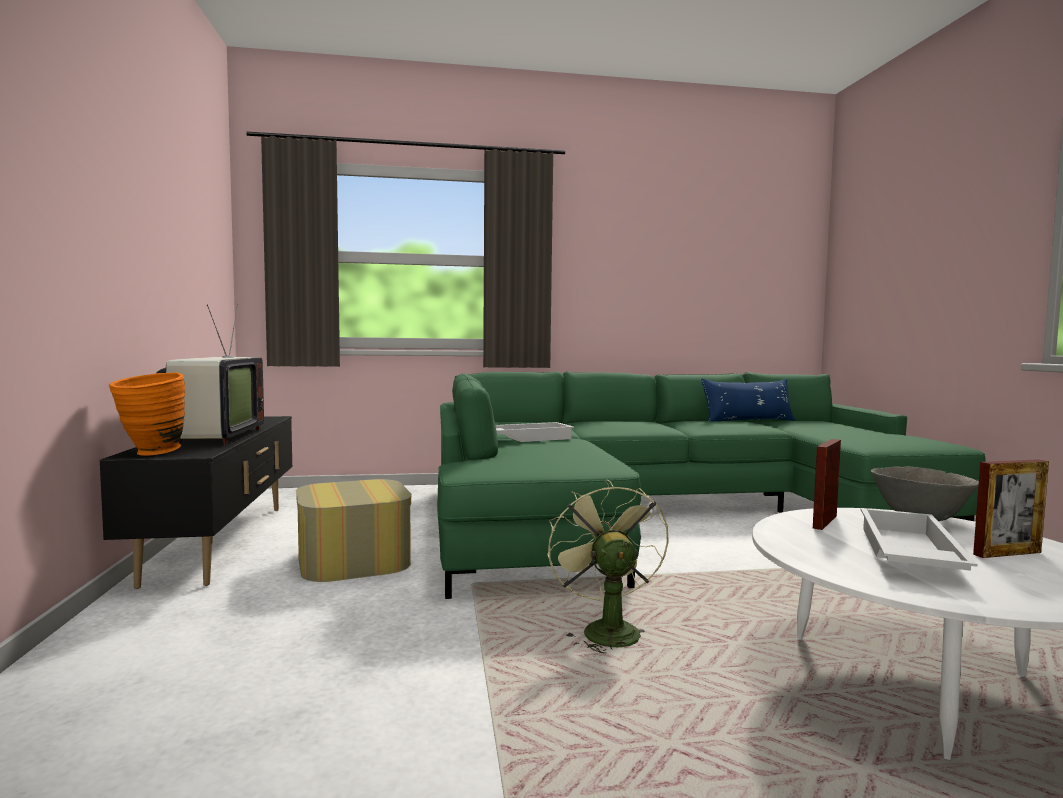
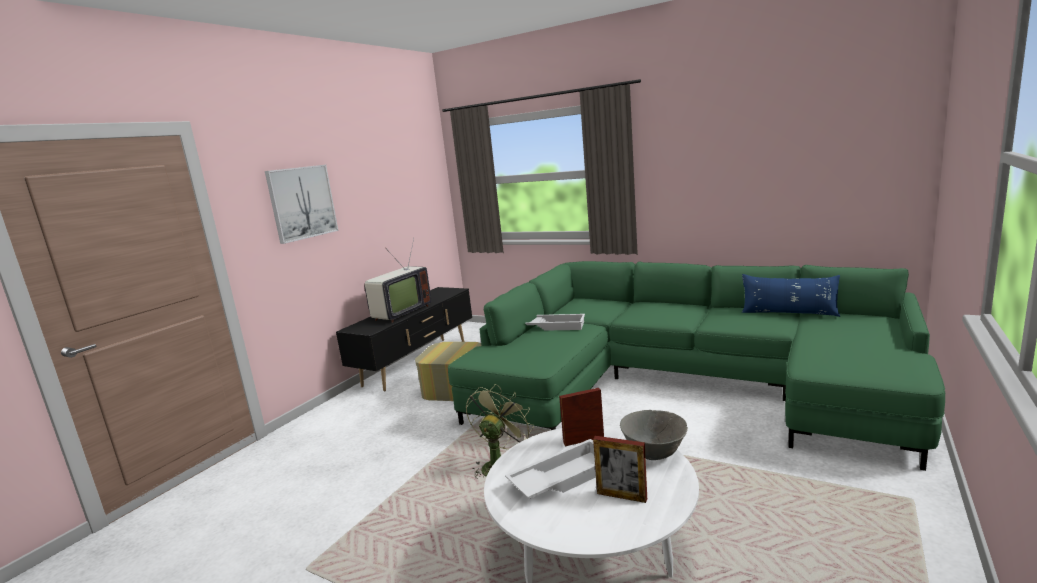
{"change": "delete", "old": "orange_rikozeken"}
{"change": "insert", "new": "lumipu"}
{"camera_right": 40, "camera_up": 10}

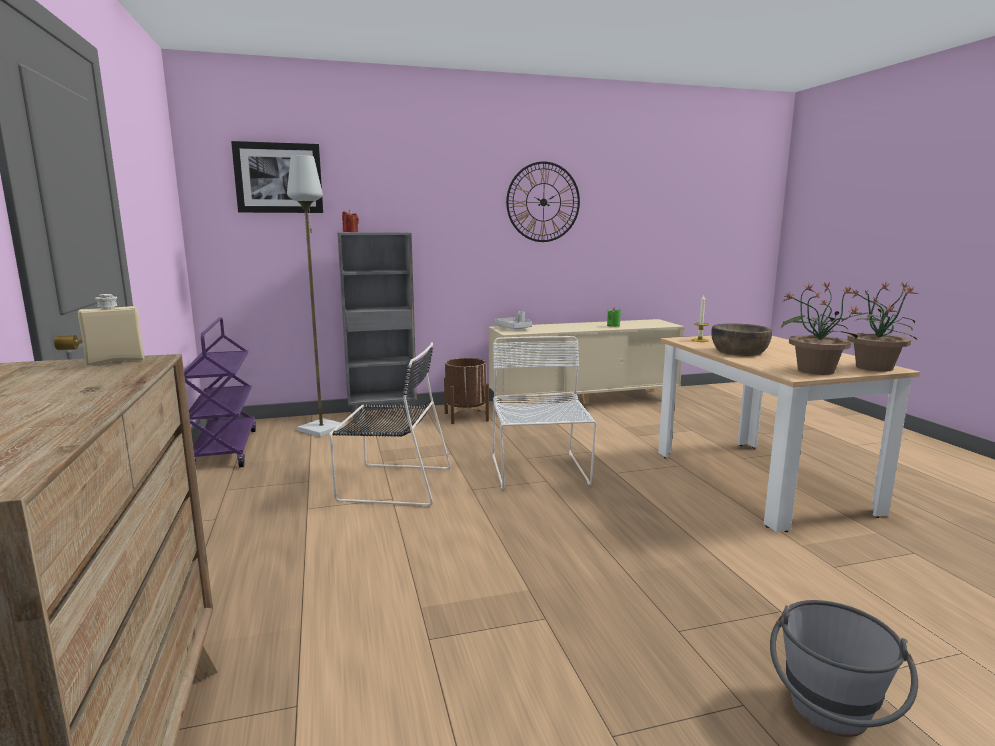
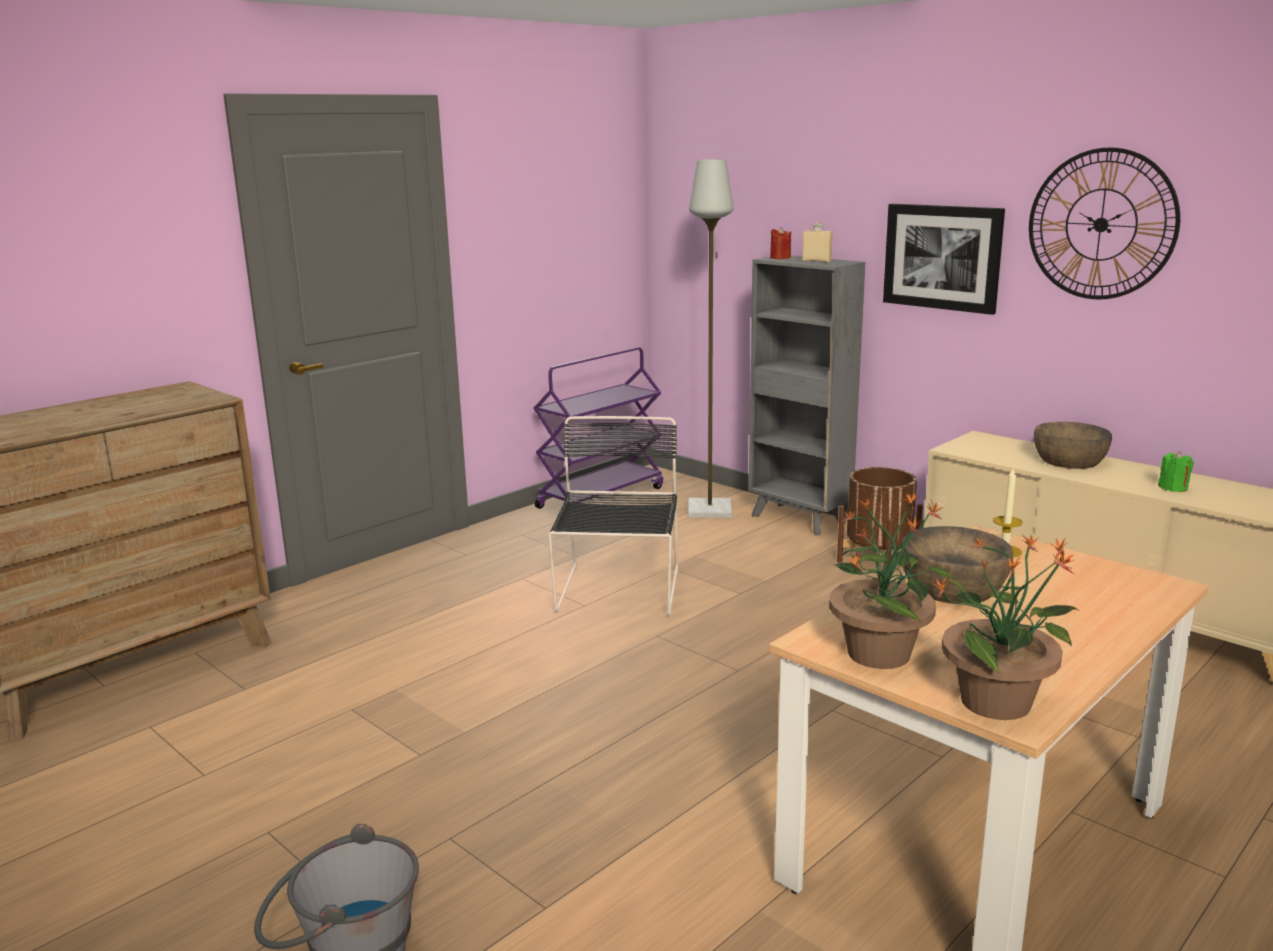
{"change": "delete", "old": "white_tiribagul"}
{"change": "delete", "old": "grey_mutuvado"}
{"change": "insert", "new": "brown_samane (2nd from left)"}
{"change": "move", "old": "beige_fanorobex"}
{"change": "move", "old": "lumipu"}
{"change": "rotate", "old": "black_tiribagul", "degrees": -150}
{"camera_right": 60, "camera_up": 5}

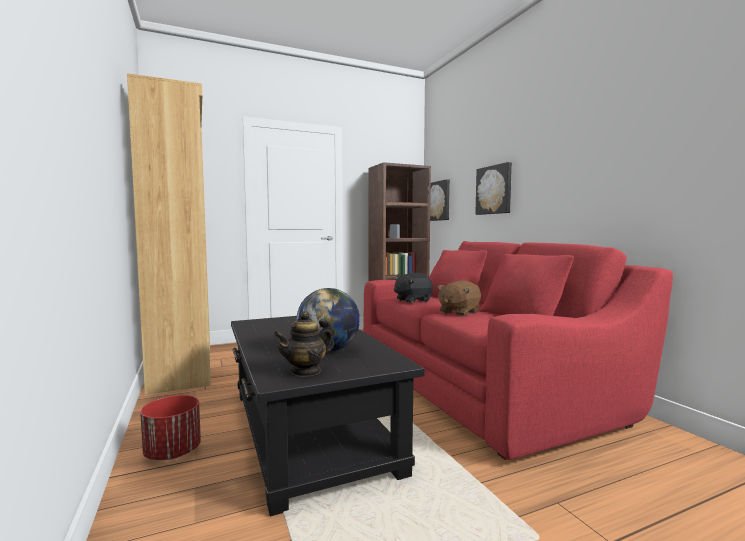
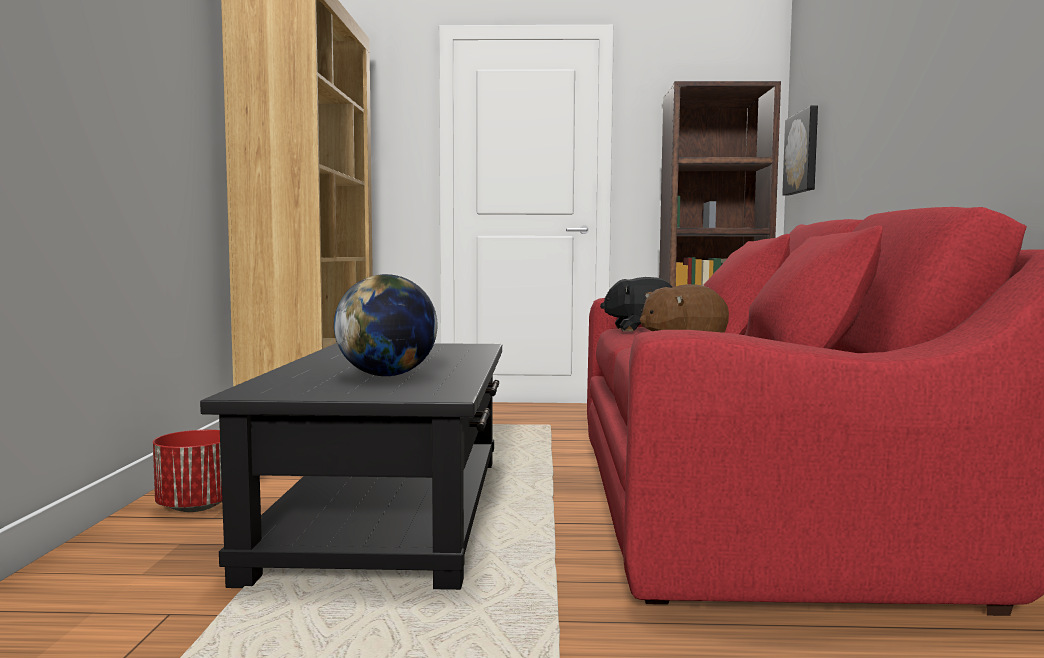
{"change": "delete", "old": "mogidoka"}
{"change": "delete", "old": "lumipu (2nd from left)"}
{"camera_right": 25, "camera_up": 0}

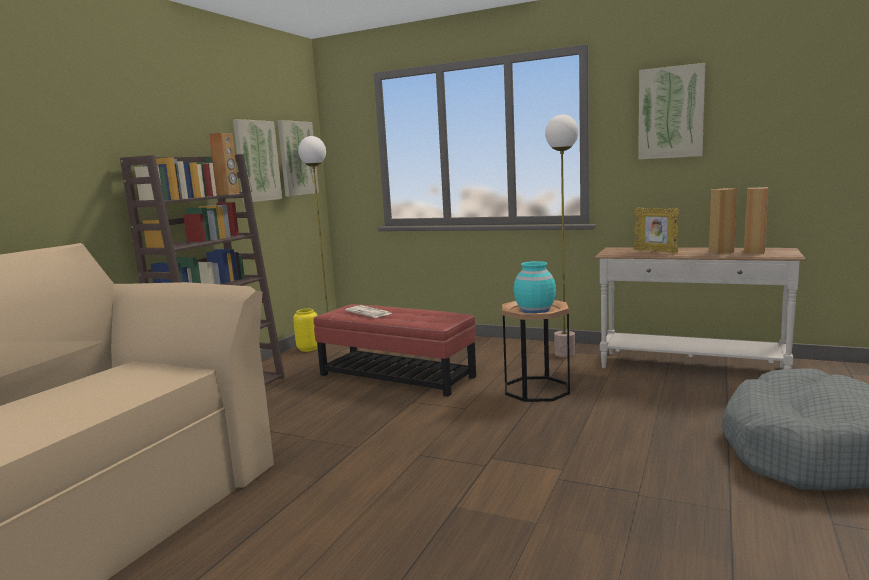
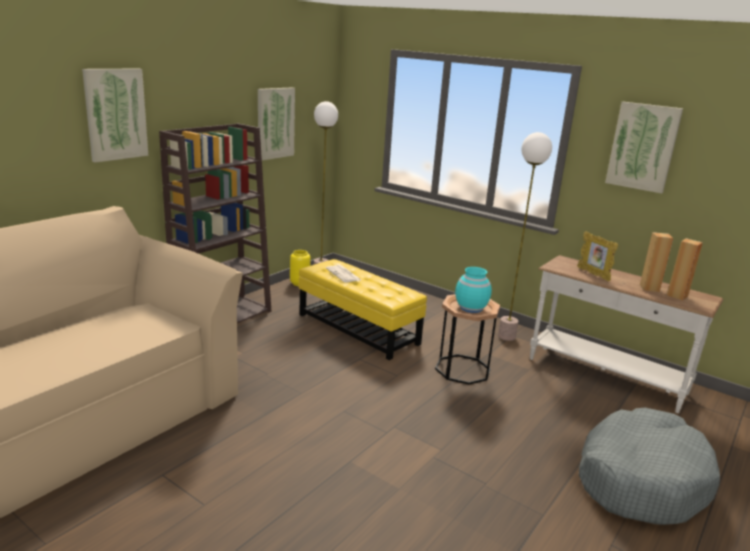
{"change": "delete", "old": "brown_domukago (1st from left)"}
{"change": "move", "old": "lumipu (2nd from left in the first image)", "new": "lumipu (1st from left)"}
{"change": "recolor", "old": "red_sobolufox", "new": "yellow_sobolufox"}
{"camera_right": 10, "camera_up": 10}

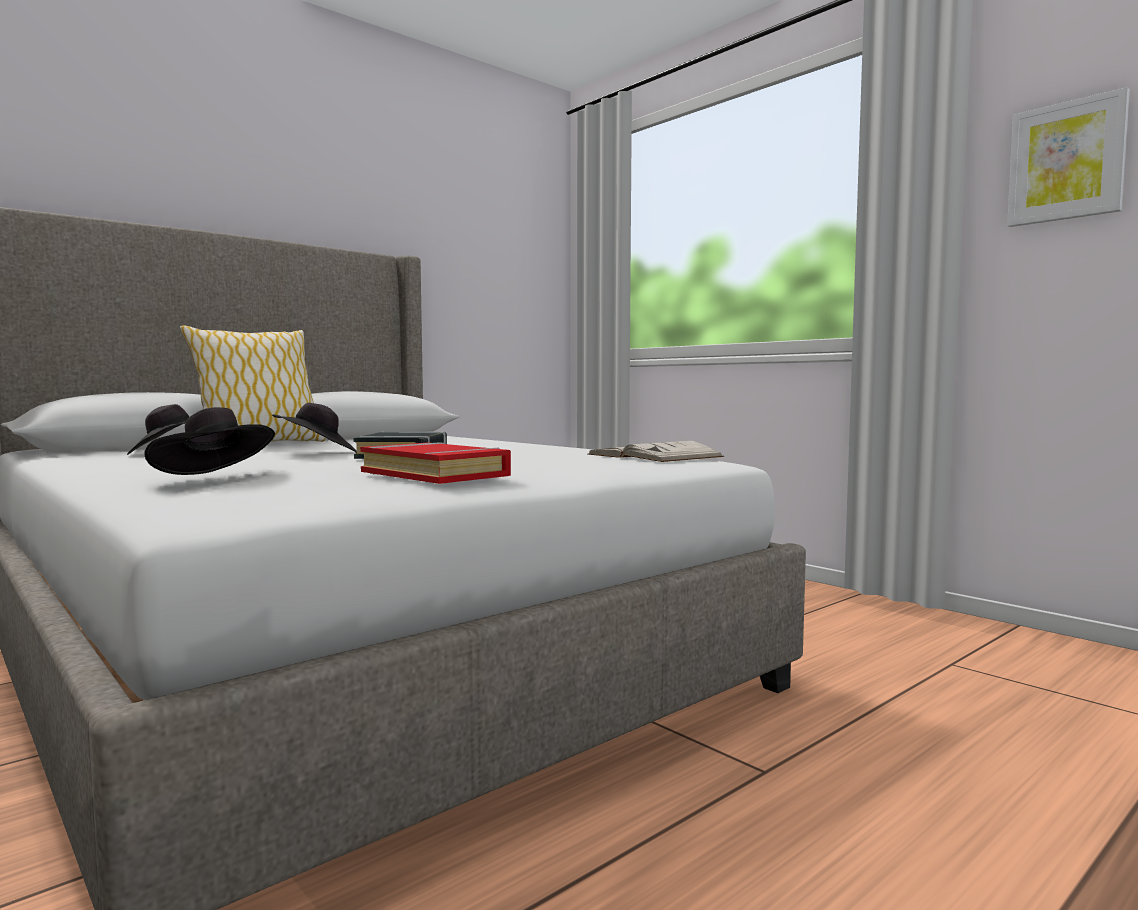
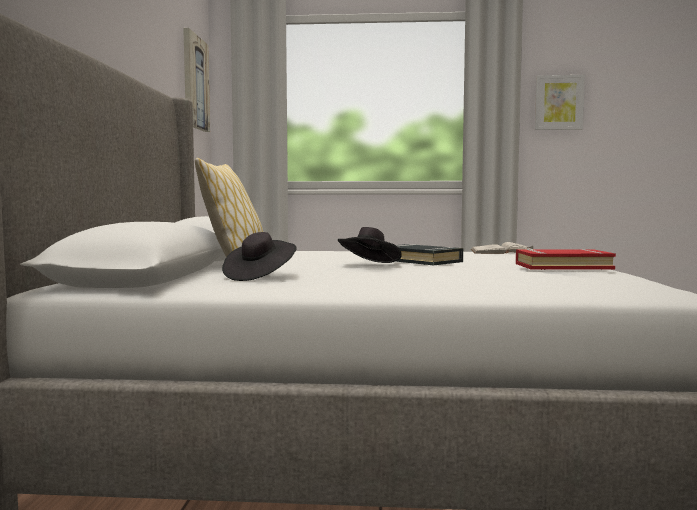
{"change": "delete", "old": "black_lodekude (2nd from left)"}
{"change": "insert", "new": "lumipu (1st from left)"}
{"camera_right": -45, "camera_up": 0}

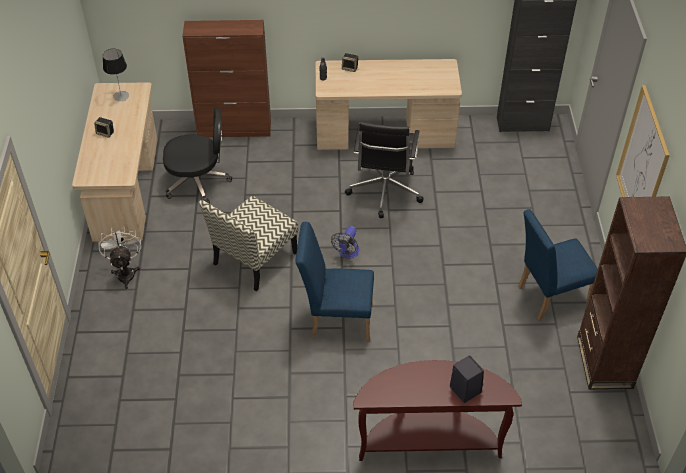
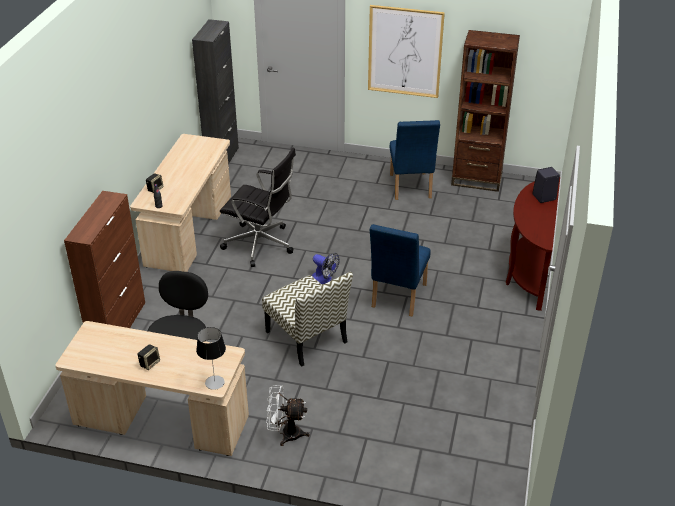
{"change": "move", "old": "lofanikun"}
{"camera_right": -75, "camera_up": -10}

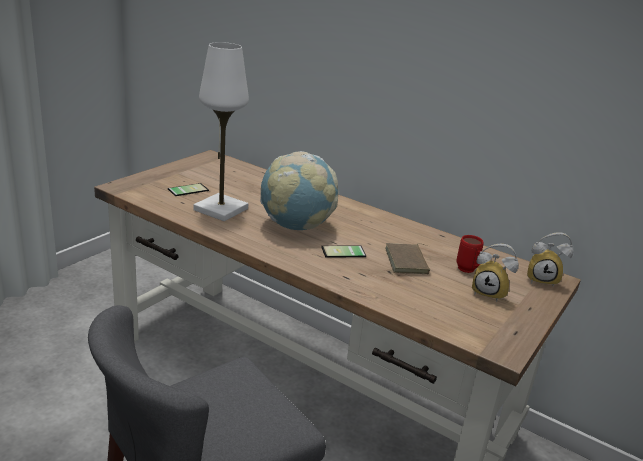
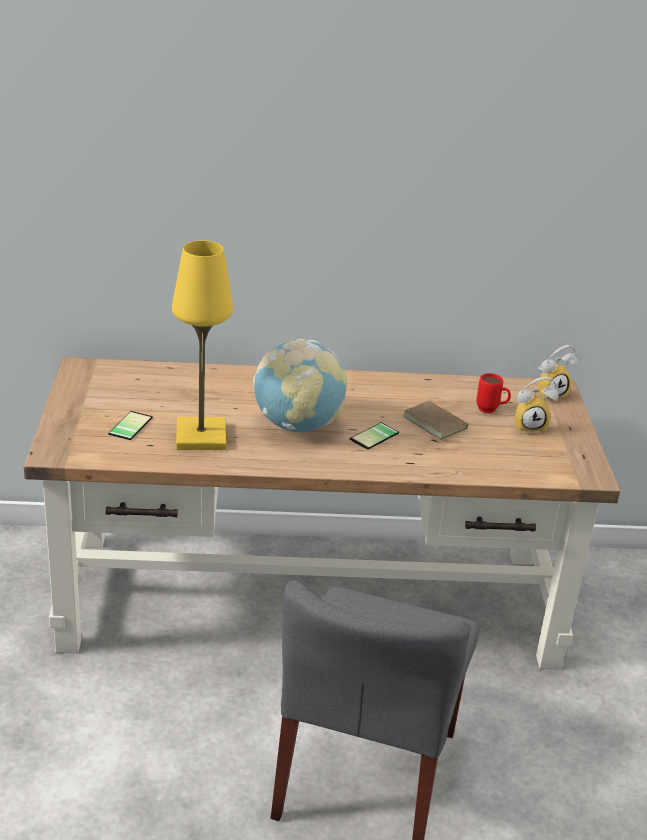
{"change": "recolor", "old": "white_lofanikun", "new": "yellow_lofanikun"}
{"camera_right": -35, "camera_up": 5}

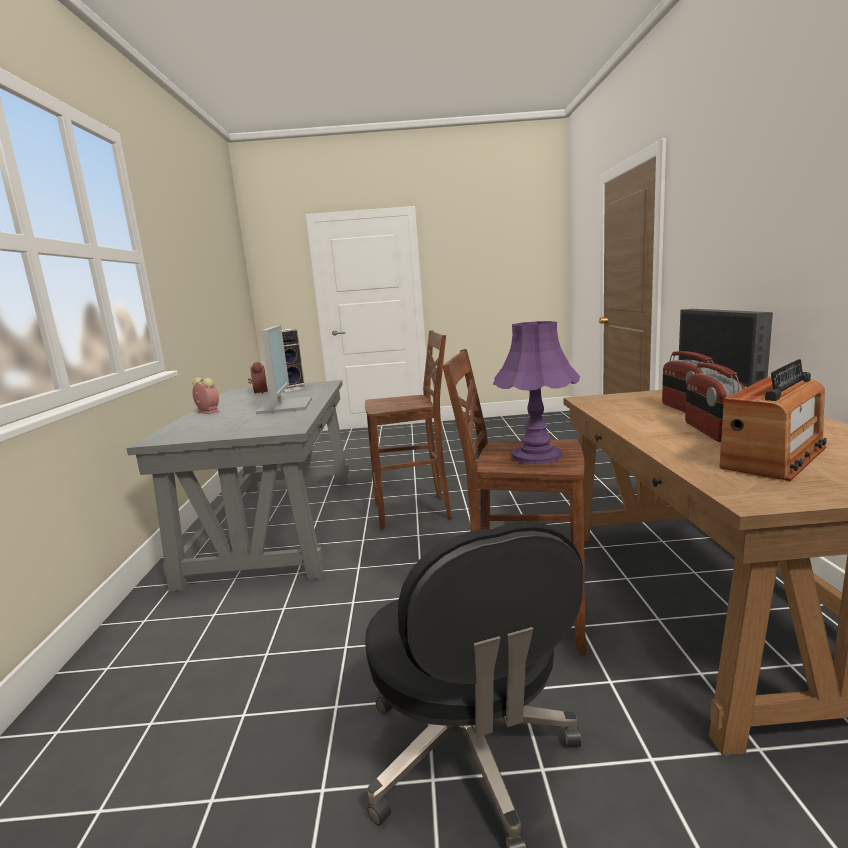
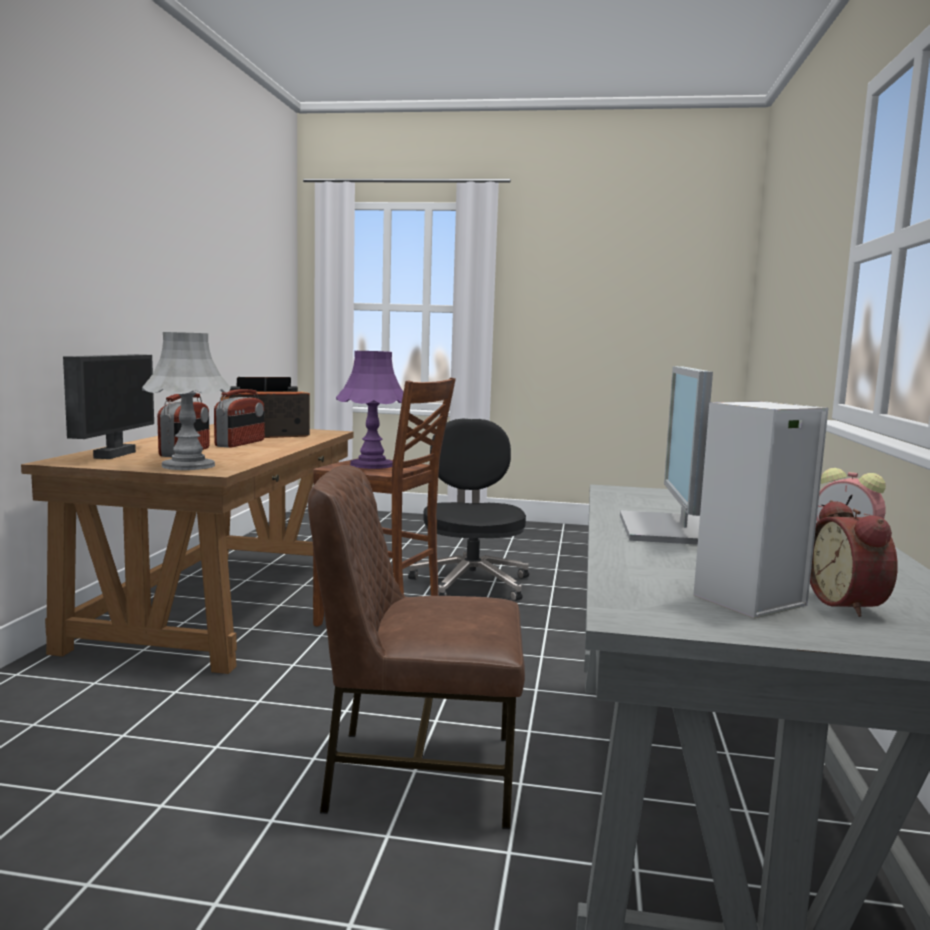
{"change": "insert", "new": "grey_lofanikun"}
{"change": "replace", "old": "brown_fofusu (1st from left)", "new": "brown_tiribagul"}
{"camera_right": -170, "camera_up": -5}

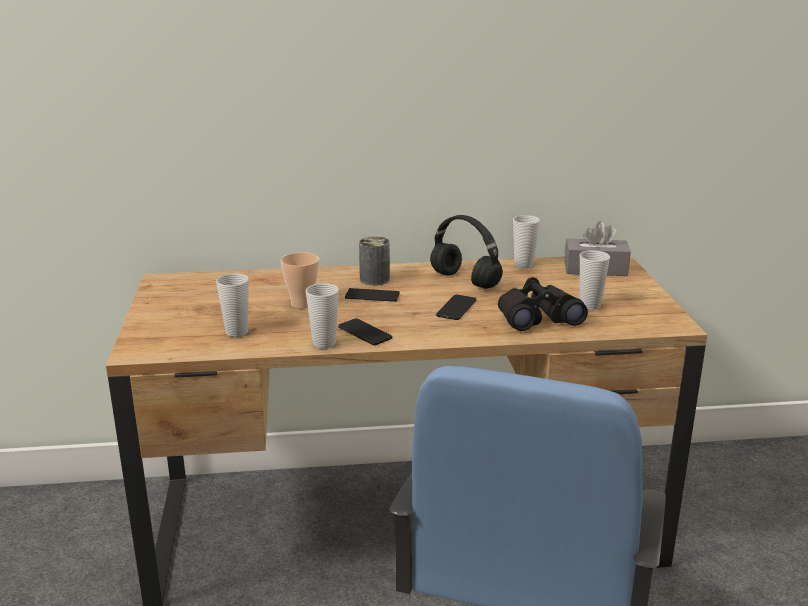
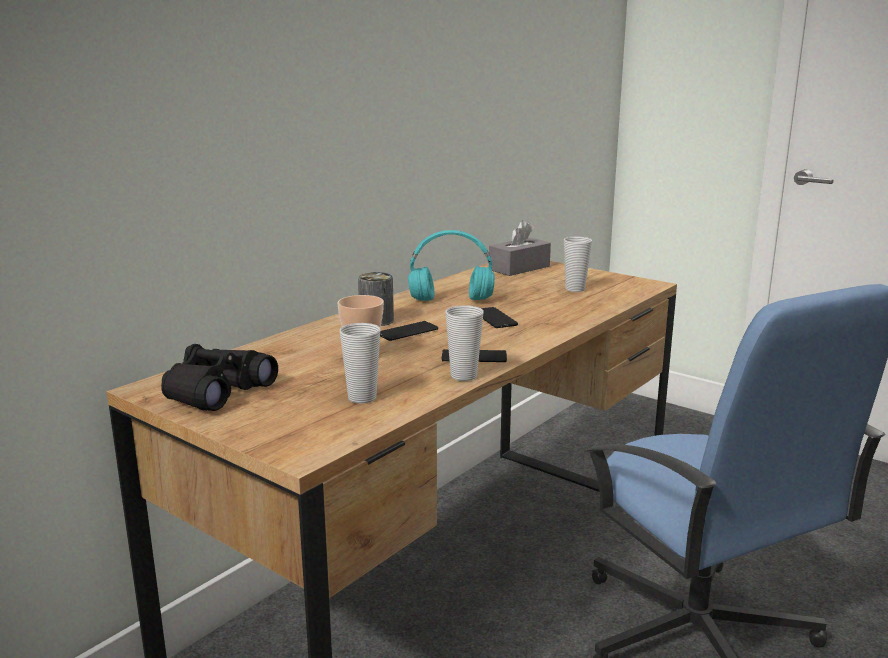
{"change": "delete", "old": "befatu (4th from left)"}
{"change": "move", "old": "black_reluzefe"}
{"change": "recolor", "old": "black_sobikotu", "new": "turquoise_sobikotu"}
{"camera_right": -45, "camera_up": -5}

